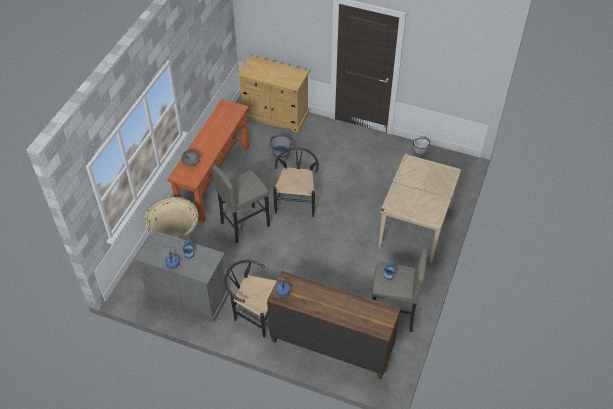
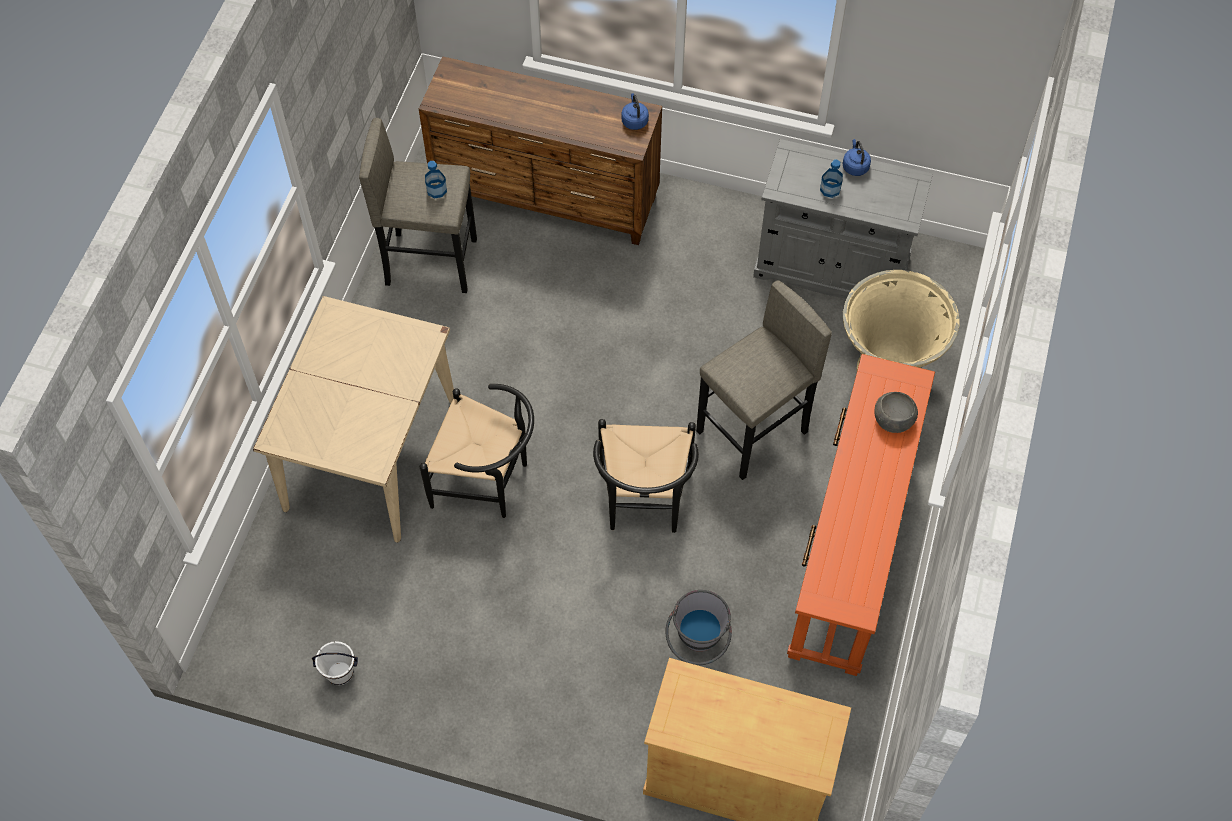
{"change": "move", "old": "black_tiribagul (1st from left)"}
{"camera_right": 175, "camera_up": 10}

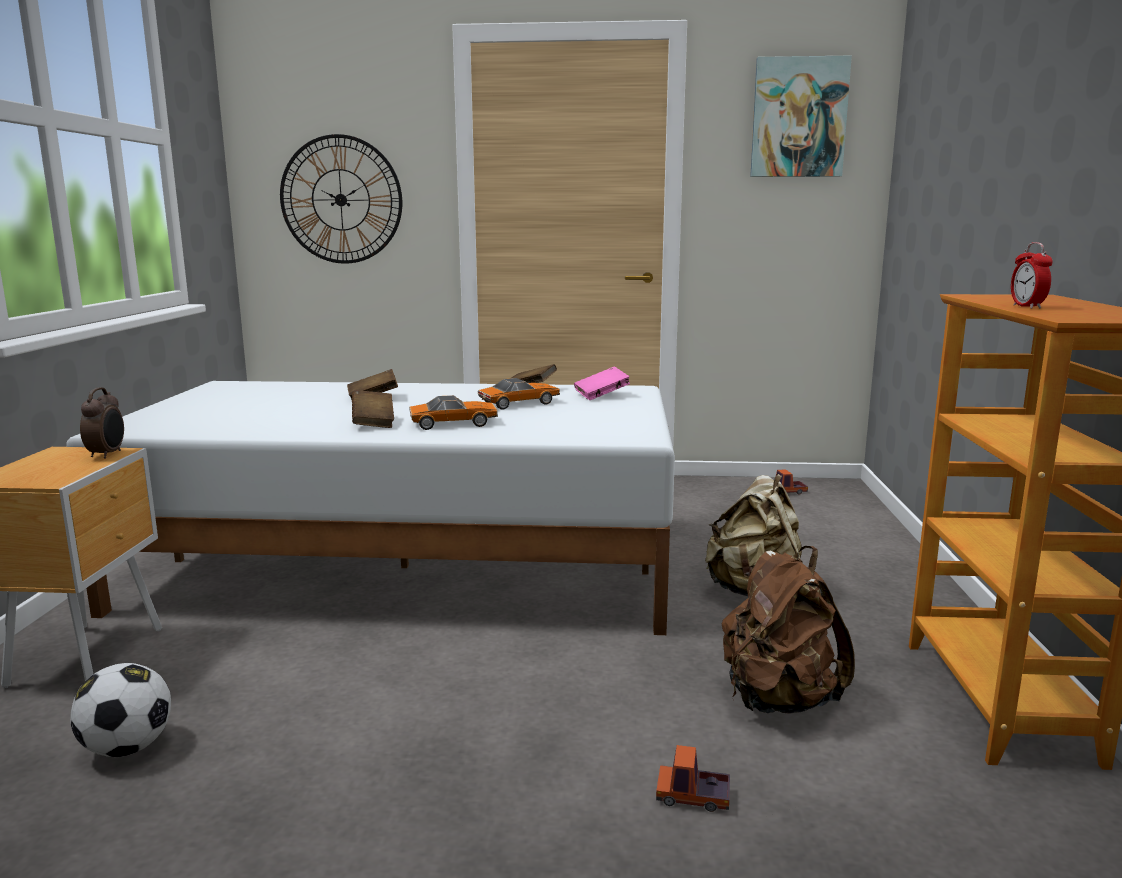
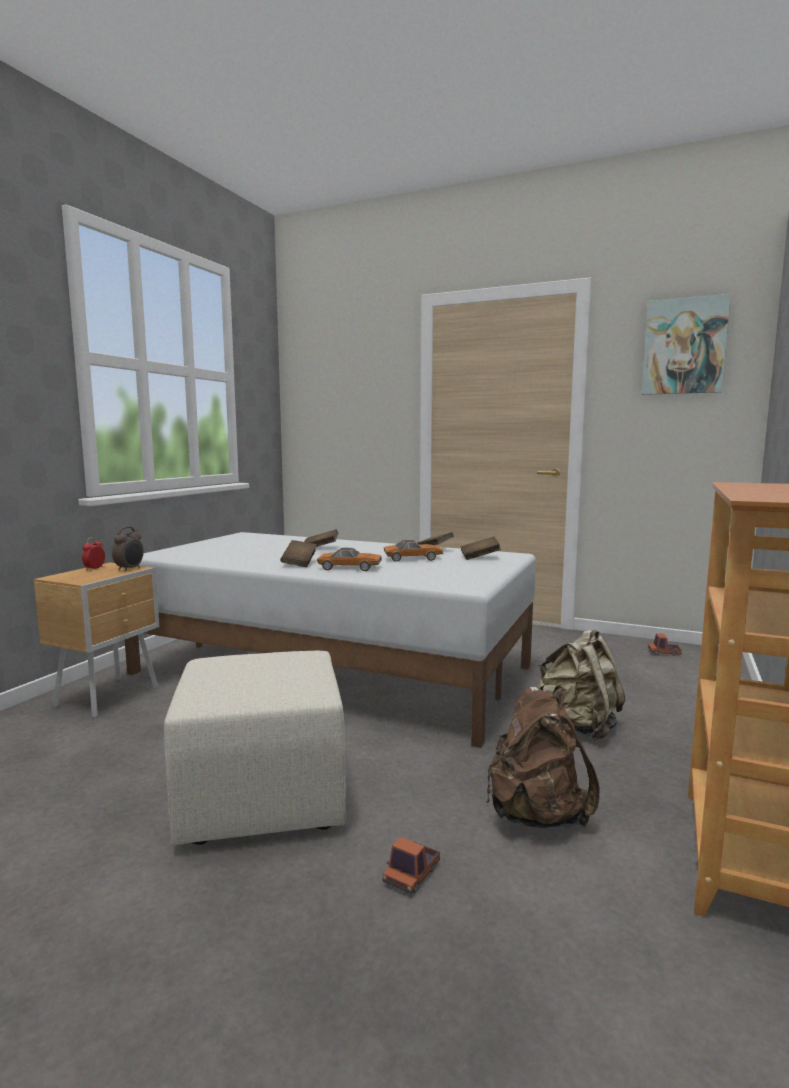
{"change": "delete", "old": "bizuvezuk"}
{"change": "delete", "old": "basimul"}
{"change": "insert", "new": "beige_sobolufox"}
{"change": "move", "old": "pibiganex (2nd from left in the first image)", "new": "pibiganex (1st from left)"}
{"change": "recolor", "old": "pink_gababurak", "new": "brown_gababurak (4th from left)"}
{"change": "rotate", "old": "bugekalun (1st from left)", "degrees": -90}
{"camera_right": 20, "camera_up": -5}

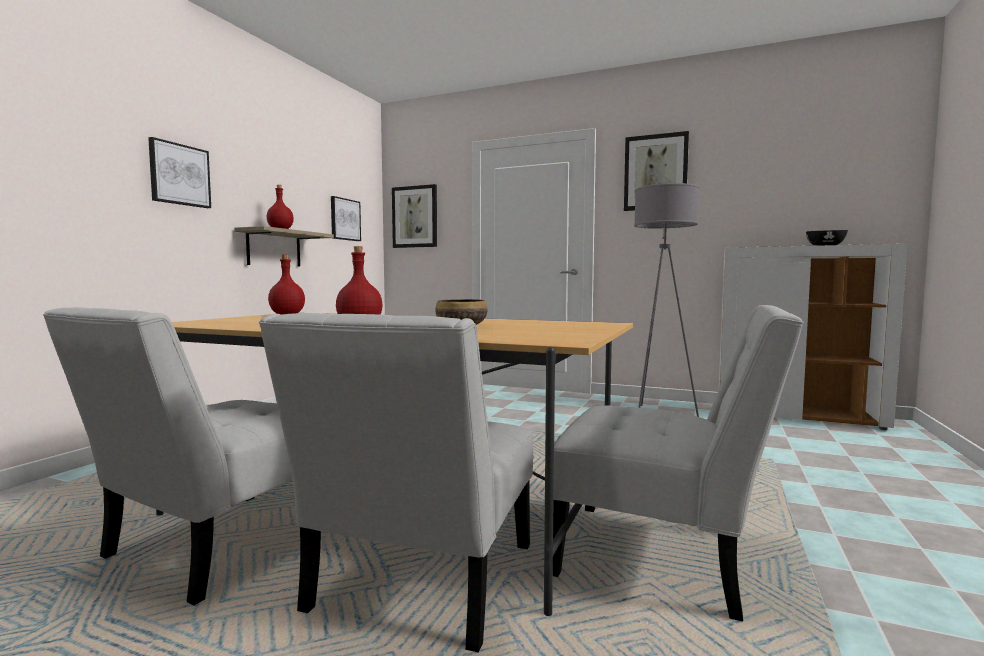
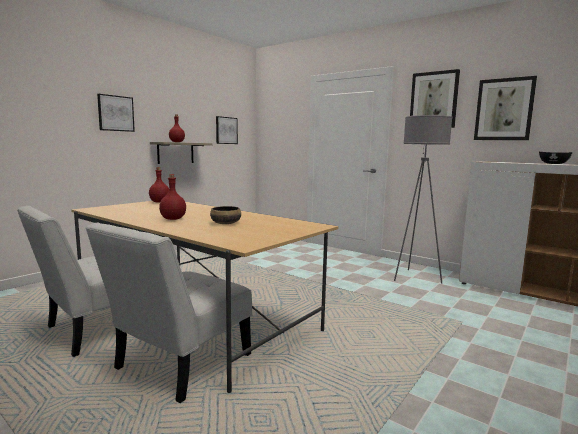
{"change": "delete", "old": "white_tiribagul (3rd from left)"}
{"change": "move", "old": "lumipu (3rd from left in the first image)", "new": "lumipu (4th from left)"}
{"camera_right": 15, "camera_up": 5}

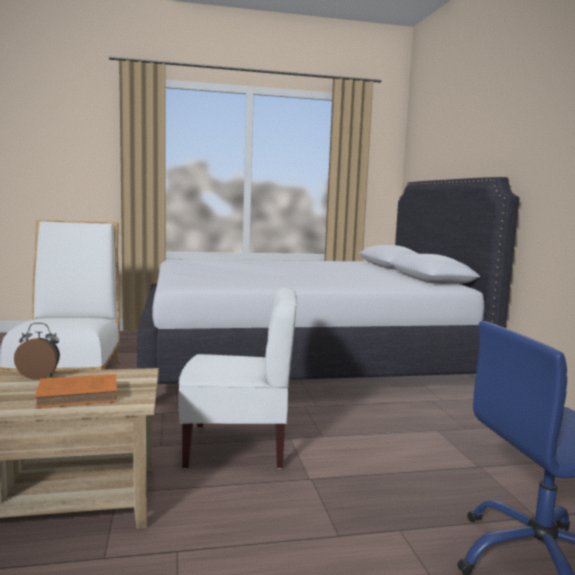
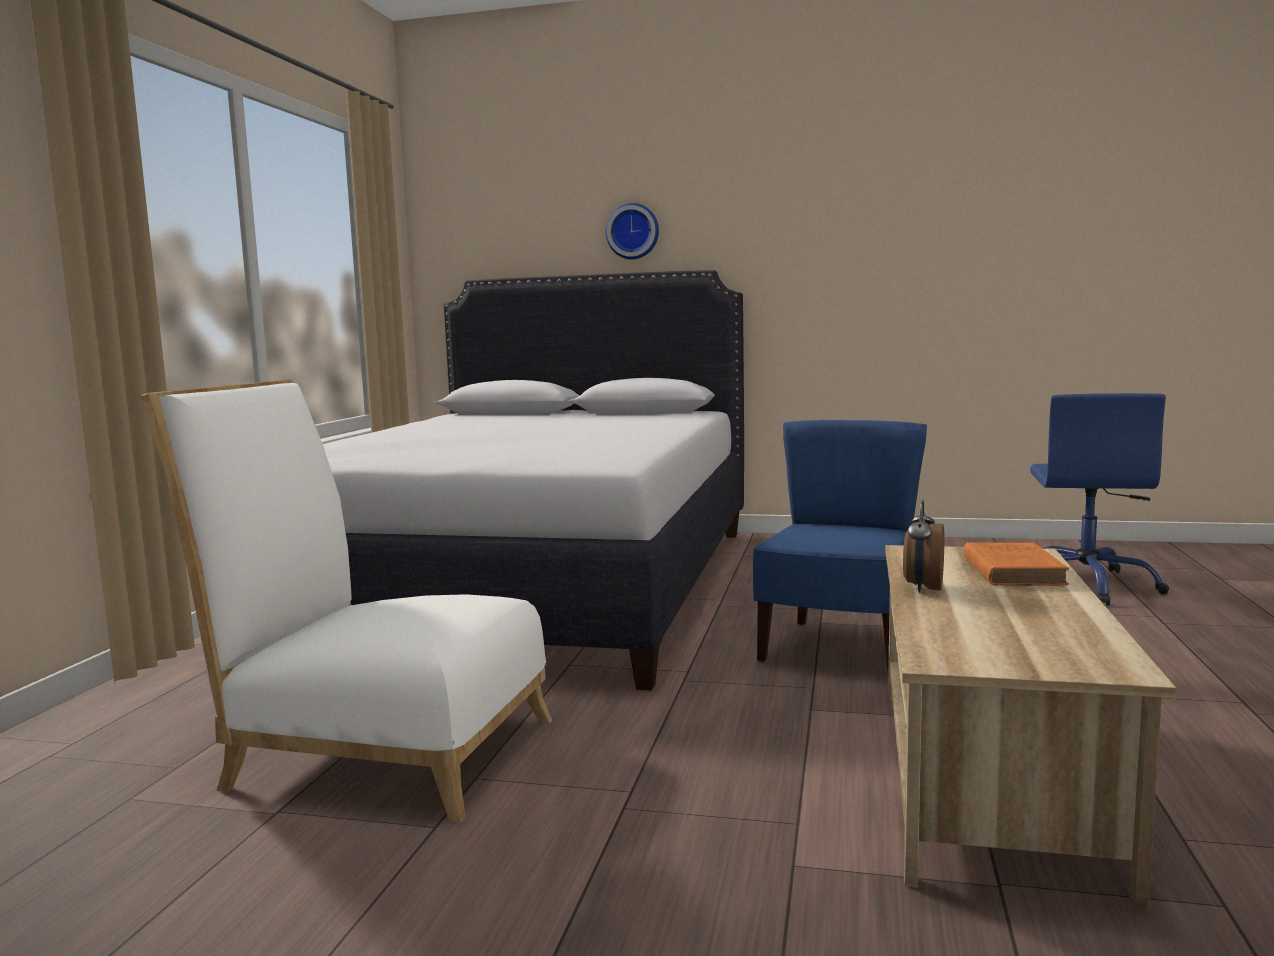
{"change": "insert", "new": "basimul"}
{"change": "recolor", "old": "white_tiribagul (2nd from left)", "new": "blue_tiribagul"}
{"camera_right": -65, "camera_up": 0}

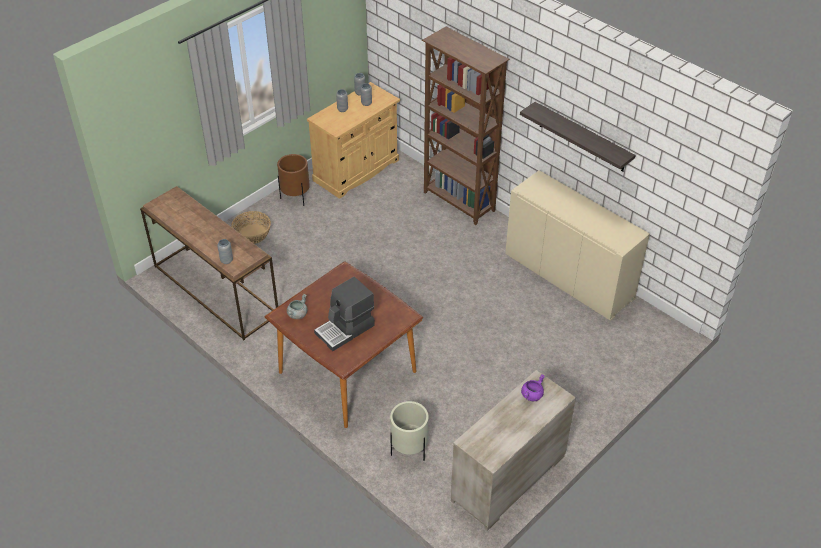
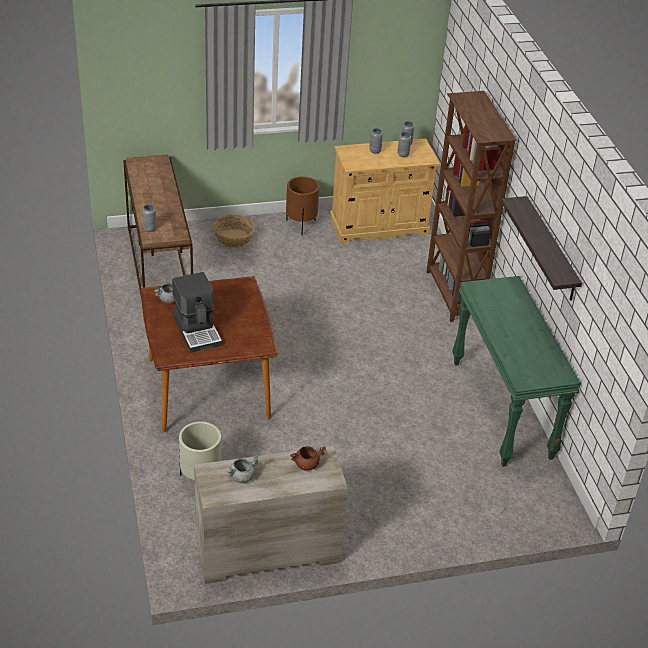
{"change": "insert", "new": "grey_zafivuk (2nd from left)"}
{"change": "replace", "old": "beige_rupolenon (2nd from left)", "new": "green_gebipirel"}
{"change": "recolor", "old": "purple_zafivuk", "new": "brown_zafivuk"}
{"change": "rotate", "old": "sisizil", "degrees": -105}
{"camera_right": 30, "camera_up": -5}

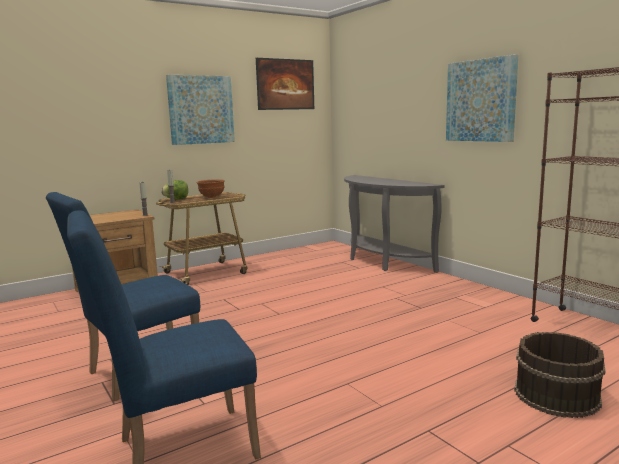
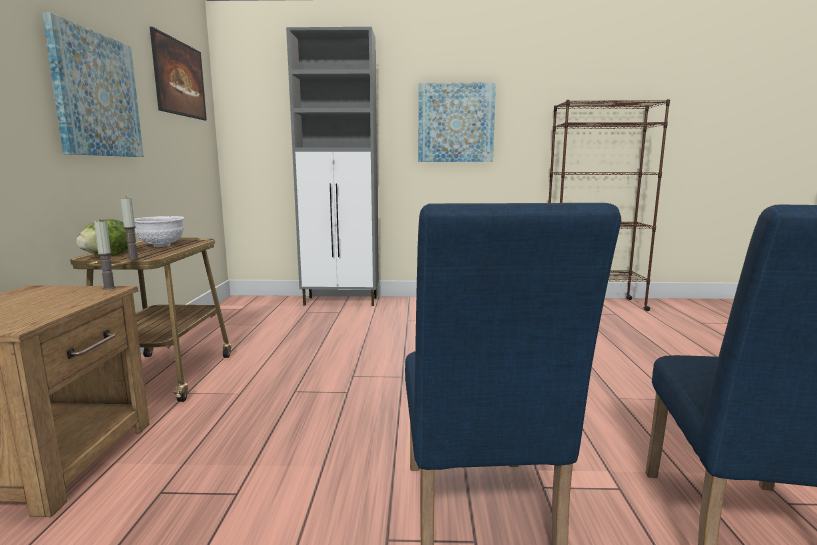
{"change": "delete", "old": "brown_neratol"}
{"change": "replace", "old": "grey_gebipirel", "new": "grey_rupolenon"}
{"change": "recolor", "old": "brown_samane", "new": "white_samane"}
{"camera_right": -55, "camera_up": 0}

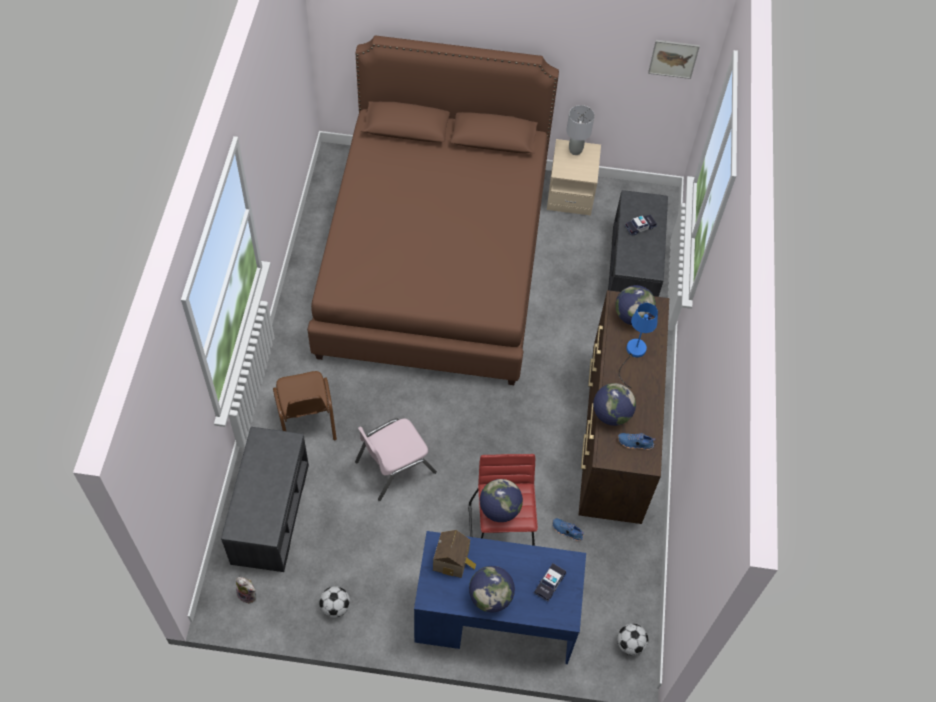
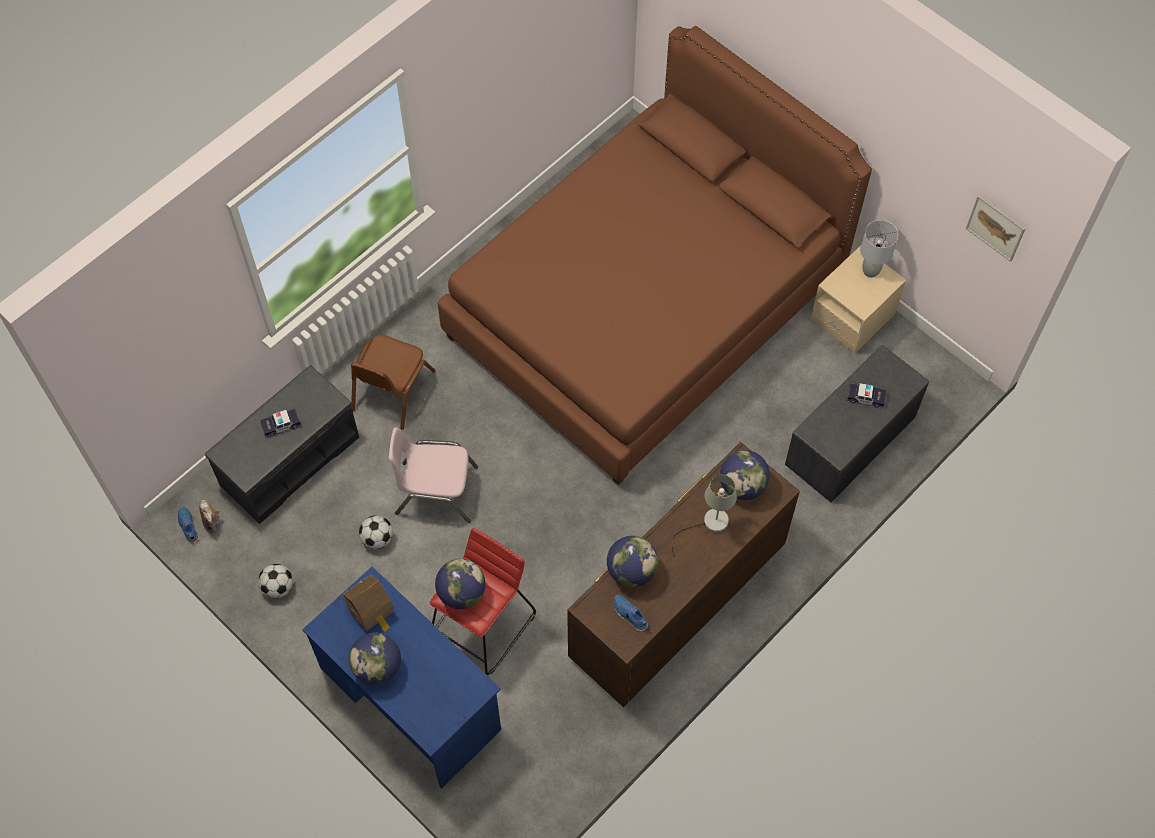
{"change": "move", "old": "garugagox (1st from left)"}
{"change": "move", "old": "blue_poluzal (1st from left)"}
{"change": "move", "old": "bizuvezuk (2nd from left)"}
{"change": "recolor", "old": "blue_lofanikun", "new": "grey_lofanikun (1st from left)"}
{"camera_right": 40, "camera_up": 5}

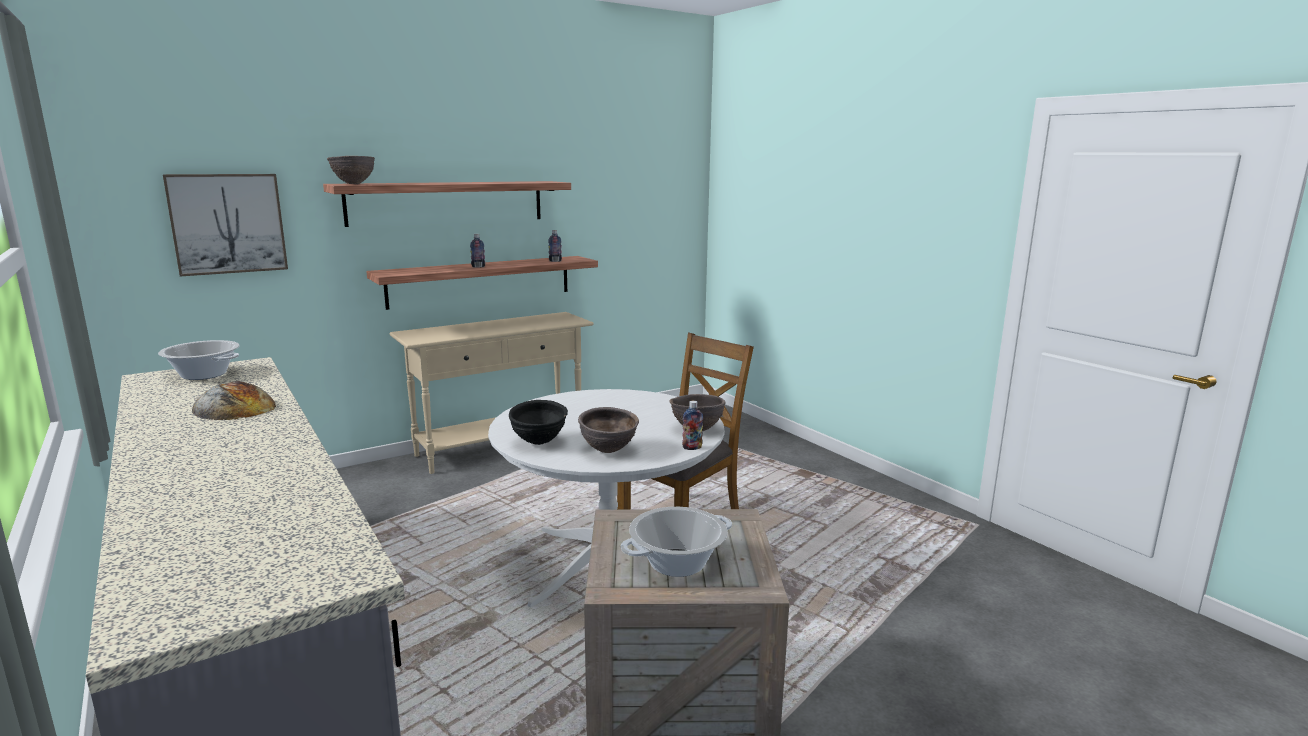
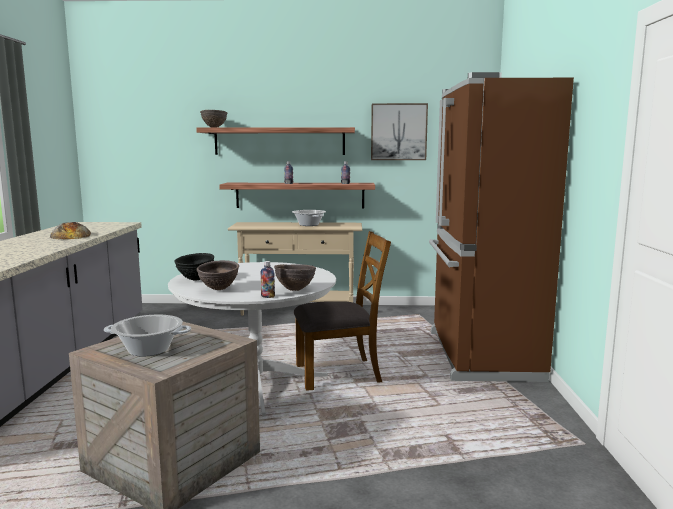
{"change": "insert", "new": "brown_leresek"}
{"change": "move", "old": "zafivuk (1st from left in the first image)", "new": "zafivuk (2nd from left)"}
{"change": "move", "old": "lumipu"}
{"camera_right": 35, "camera_up": -5}

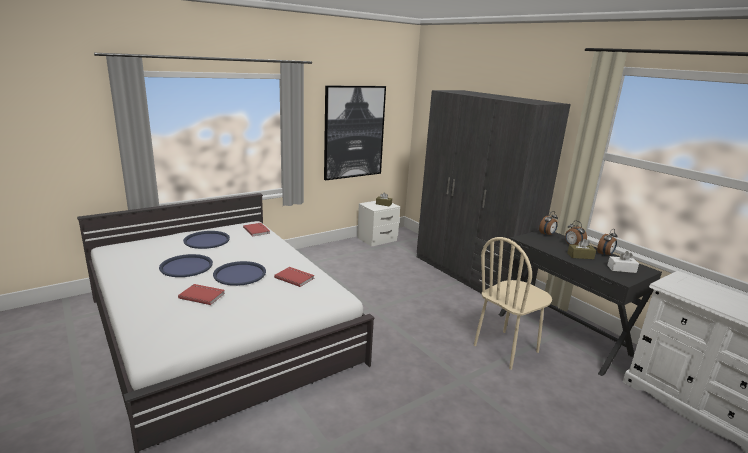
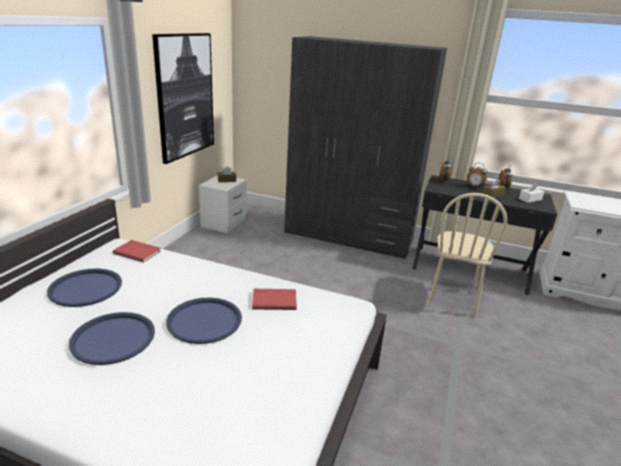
{"change": "delete", "old": "red_gababurak (1st from left)"}
{"camera_right": -35, "camera_up": 5}

